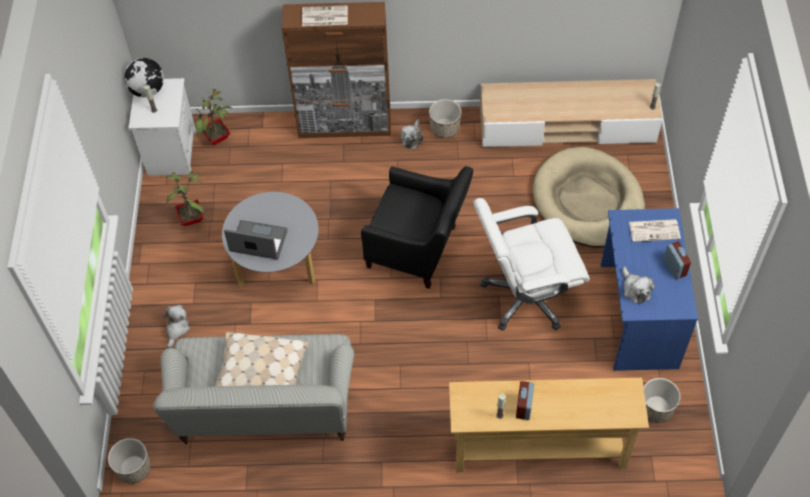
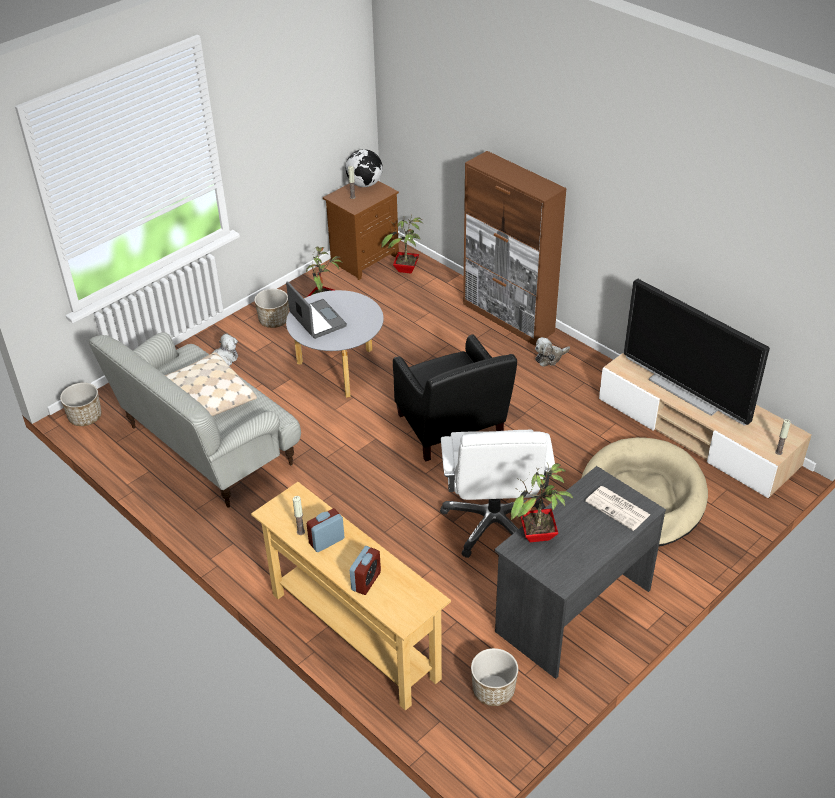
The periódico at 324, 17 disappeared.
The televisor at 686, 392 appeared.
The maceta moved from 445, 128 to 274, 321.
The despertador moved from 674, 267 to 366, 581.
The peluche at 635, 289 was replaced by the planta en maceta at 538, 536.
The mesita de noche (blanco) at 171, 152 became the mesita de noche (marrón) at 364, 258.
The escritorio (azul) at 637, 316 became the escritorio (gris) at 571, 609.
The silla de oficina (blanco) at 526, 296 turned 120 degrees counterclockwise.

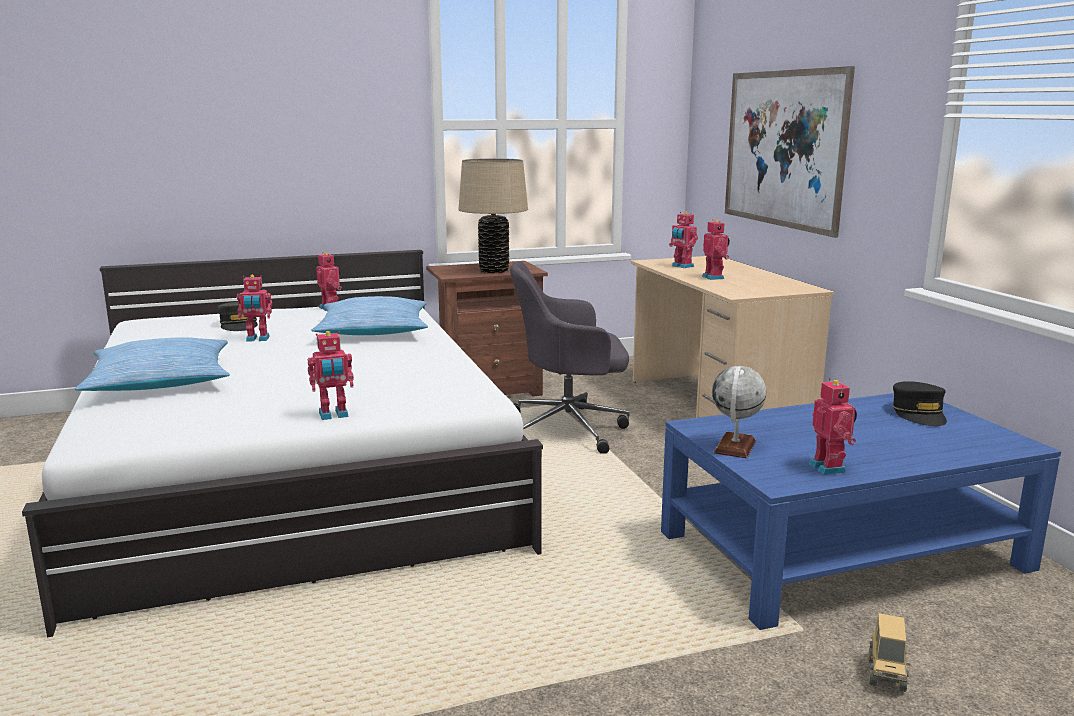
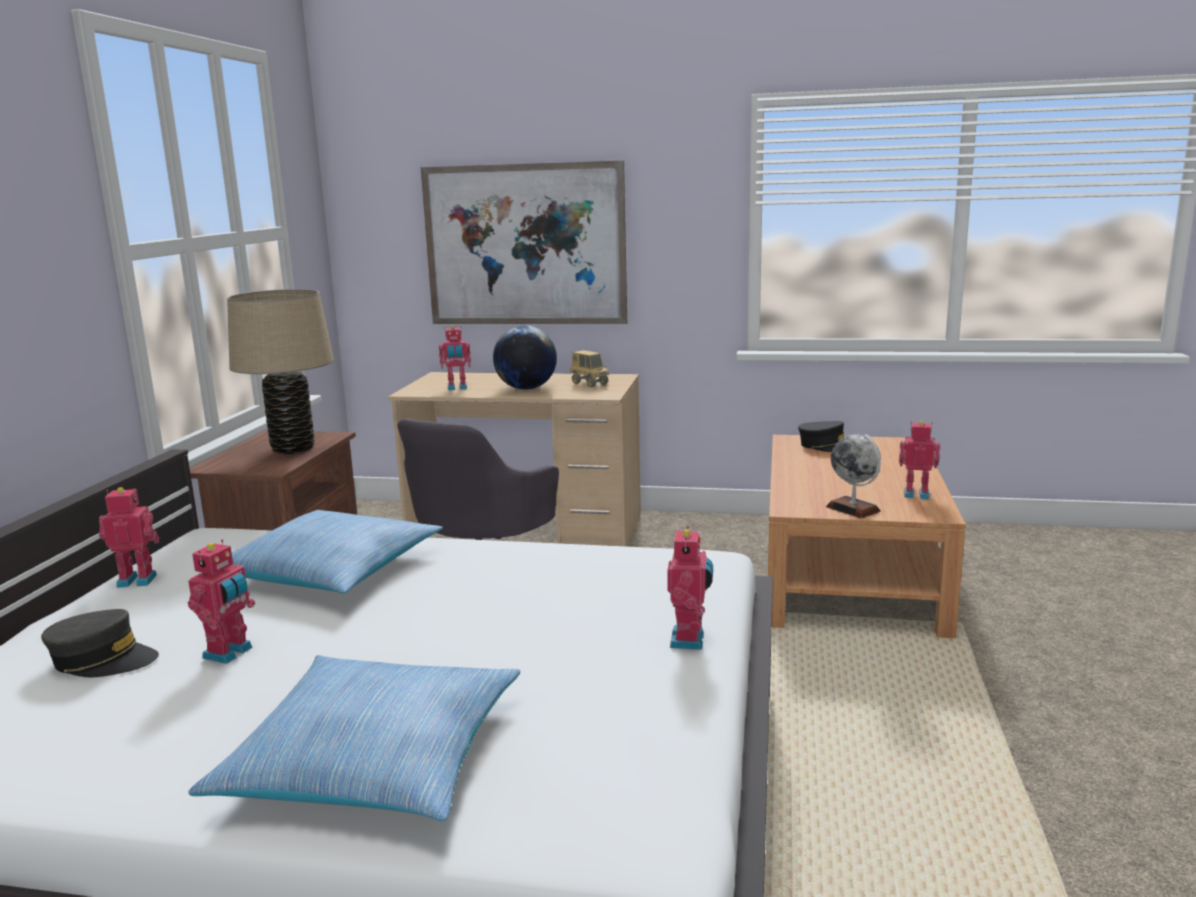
The camión de juguete moved from 886, 674 to 589, 384.
The robot de juguete at 714, 277 was replaced by the globo terráqueo at 526, 388.
The mesa de centro (azul) at 840, 551 became the mesa de centro (marrón) at 850, 572.

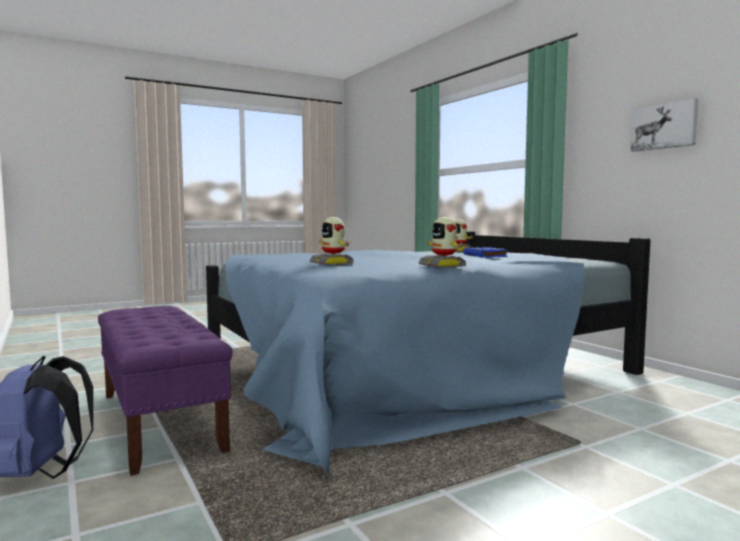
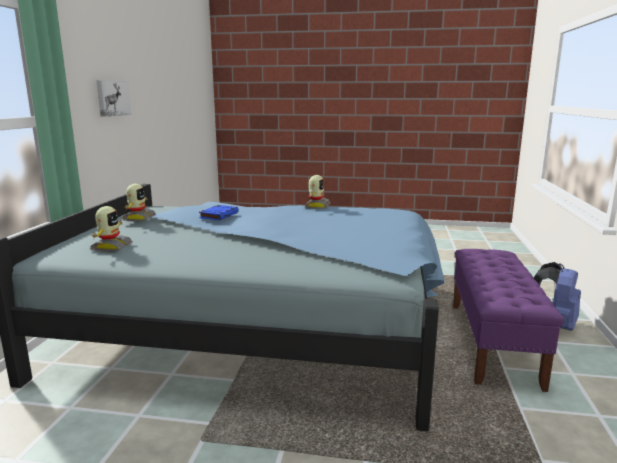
The robot de juguete moved from 332, 264 to 138, 218.

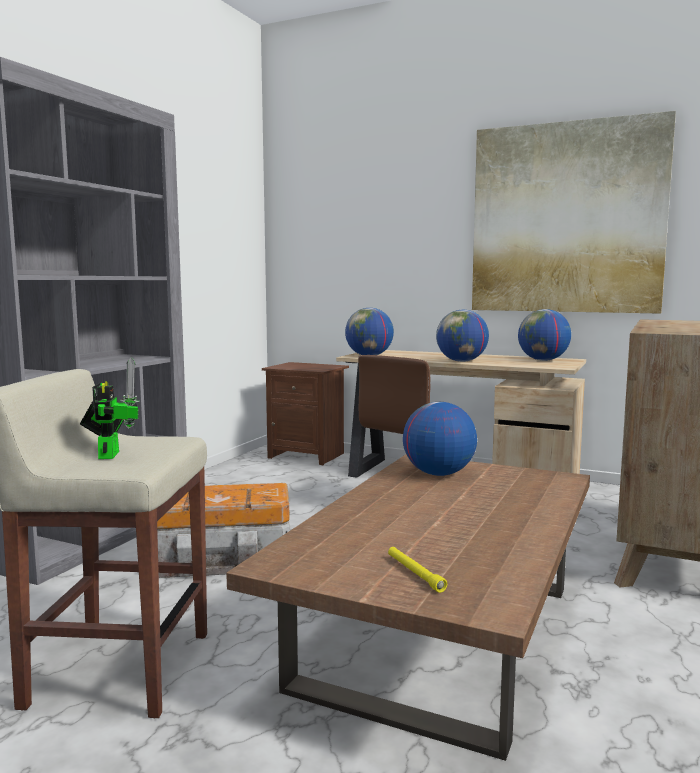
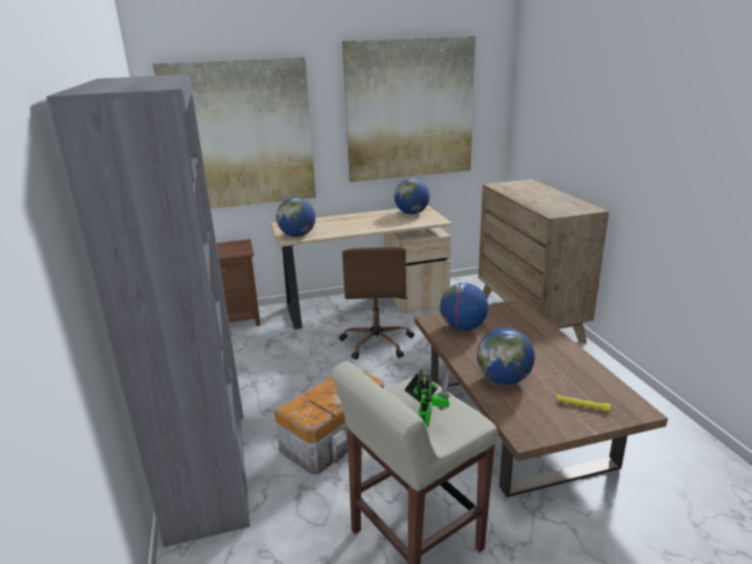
The cuadro at 240, 135 appeared.
The globo terráqueo moved from 461, 361 to 504, 379.
The robot de juguete at 110, 454 turned 60 degrees clockwise.

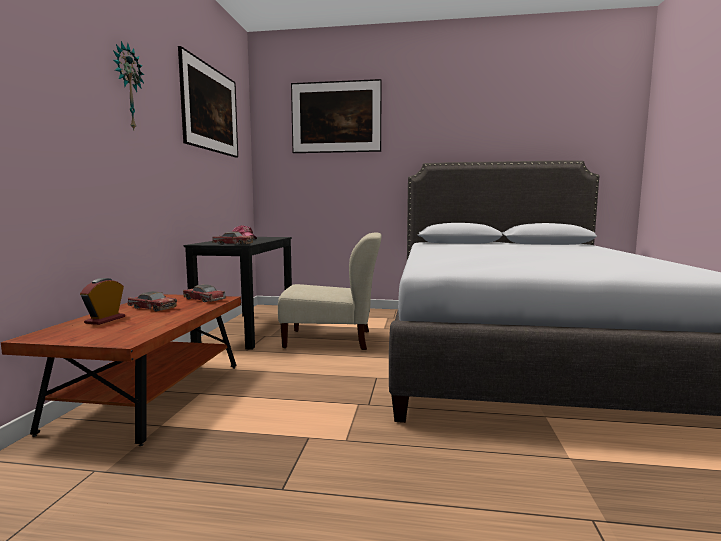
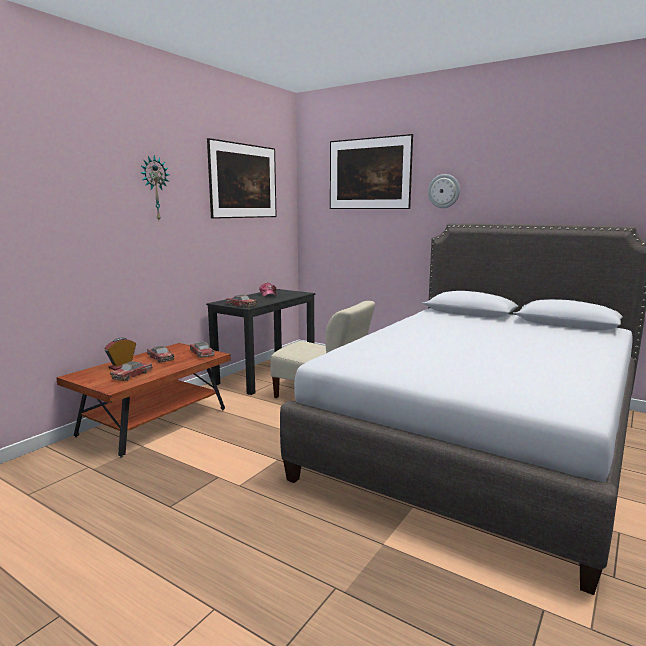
The coche de juguete at 132, 375 appeared.
The reloj de pared at 444, 191 appeared.

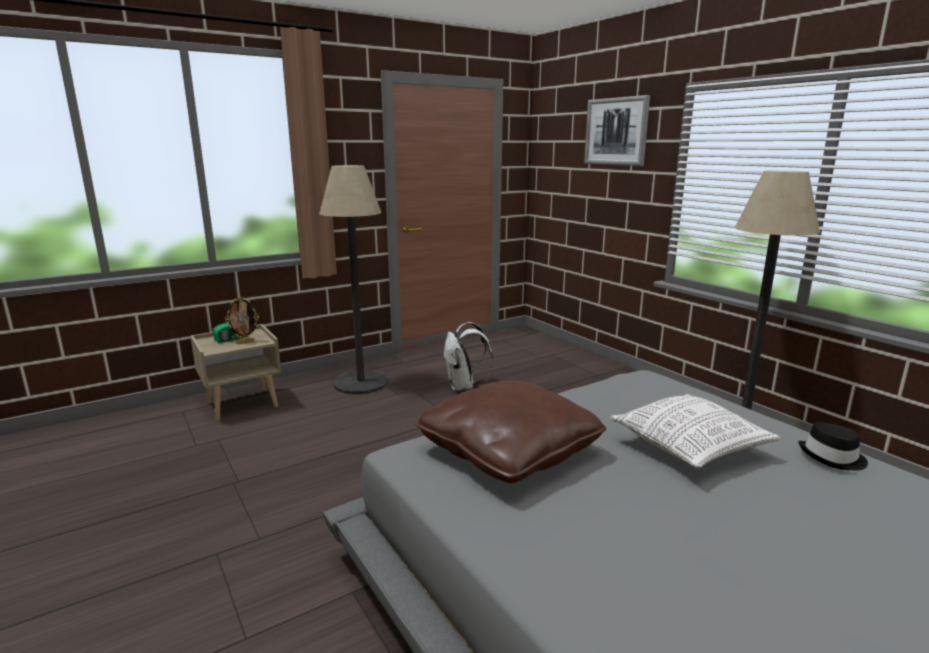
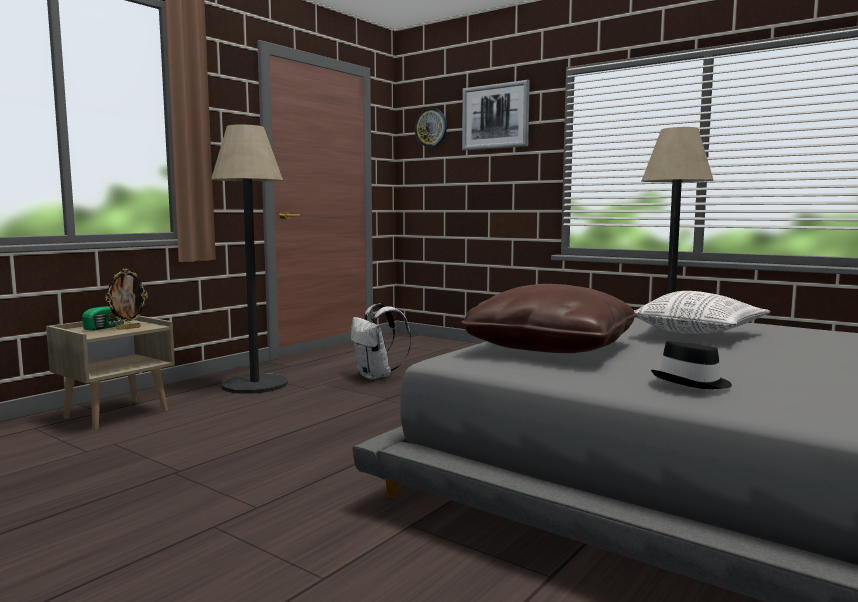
The reloj de pared at 431, 127 appeared.
The sombrero (negro) moved from 833, 457 to 692, 382.

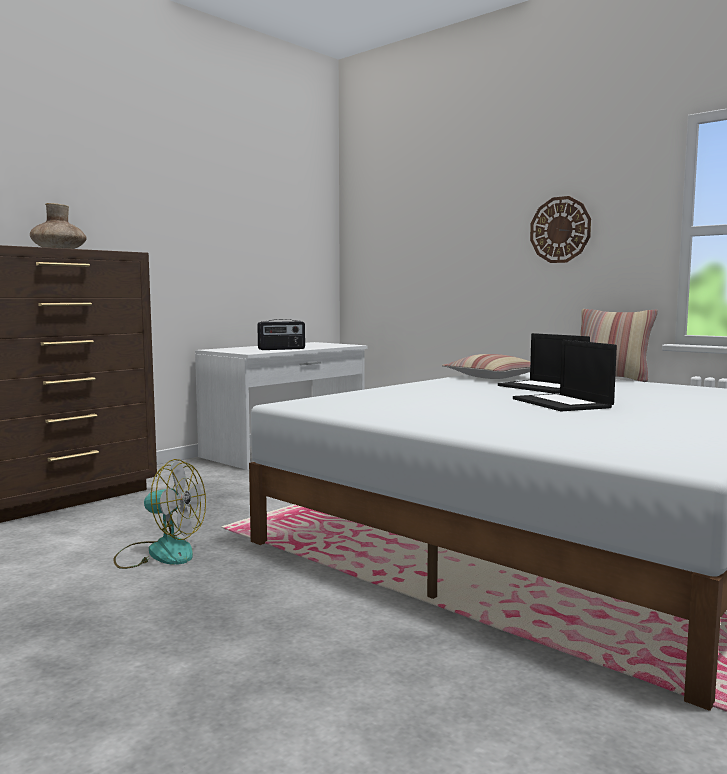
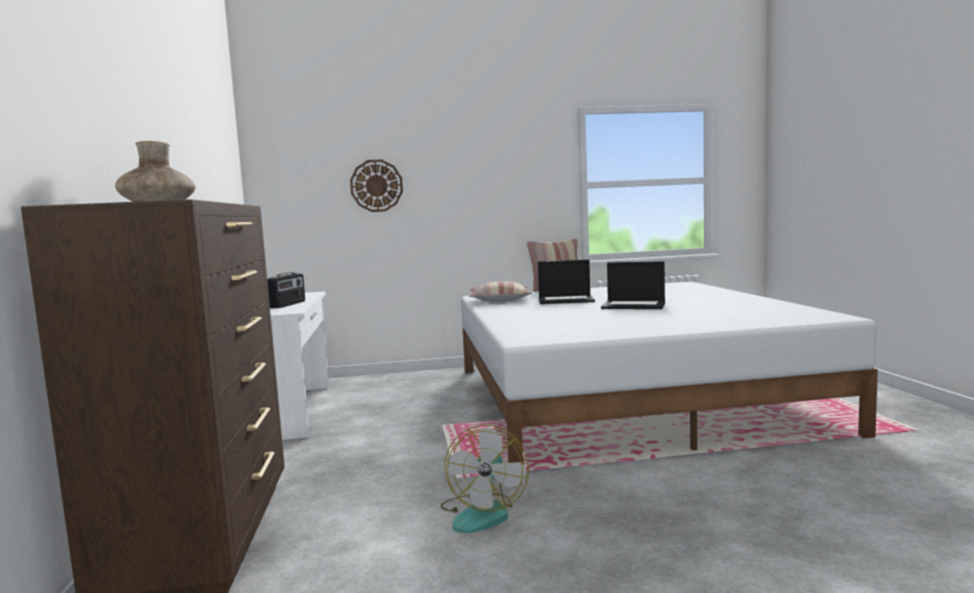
The reloj de pared moved from 560, 230 to 376, 185.
The ventilador at 159, 553 turned 135 degrees clockwise.

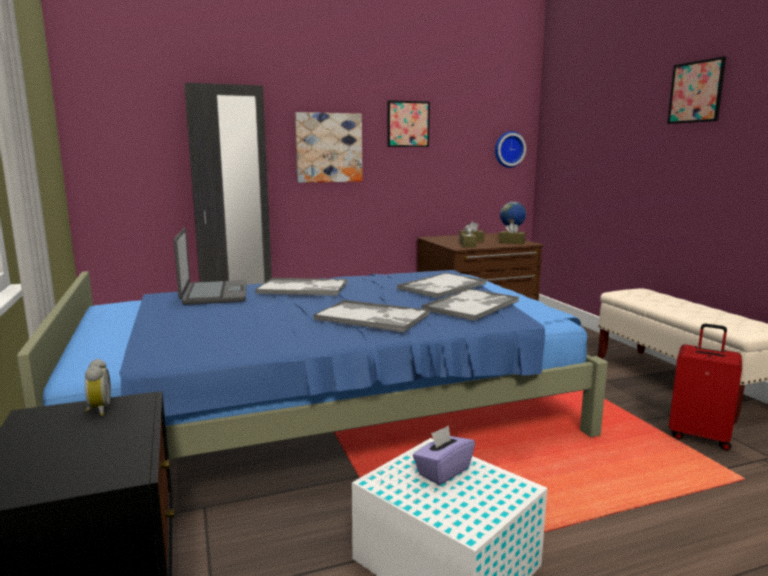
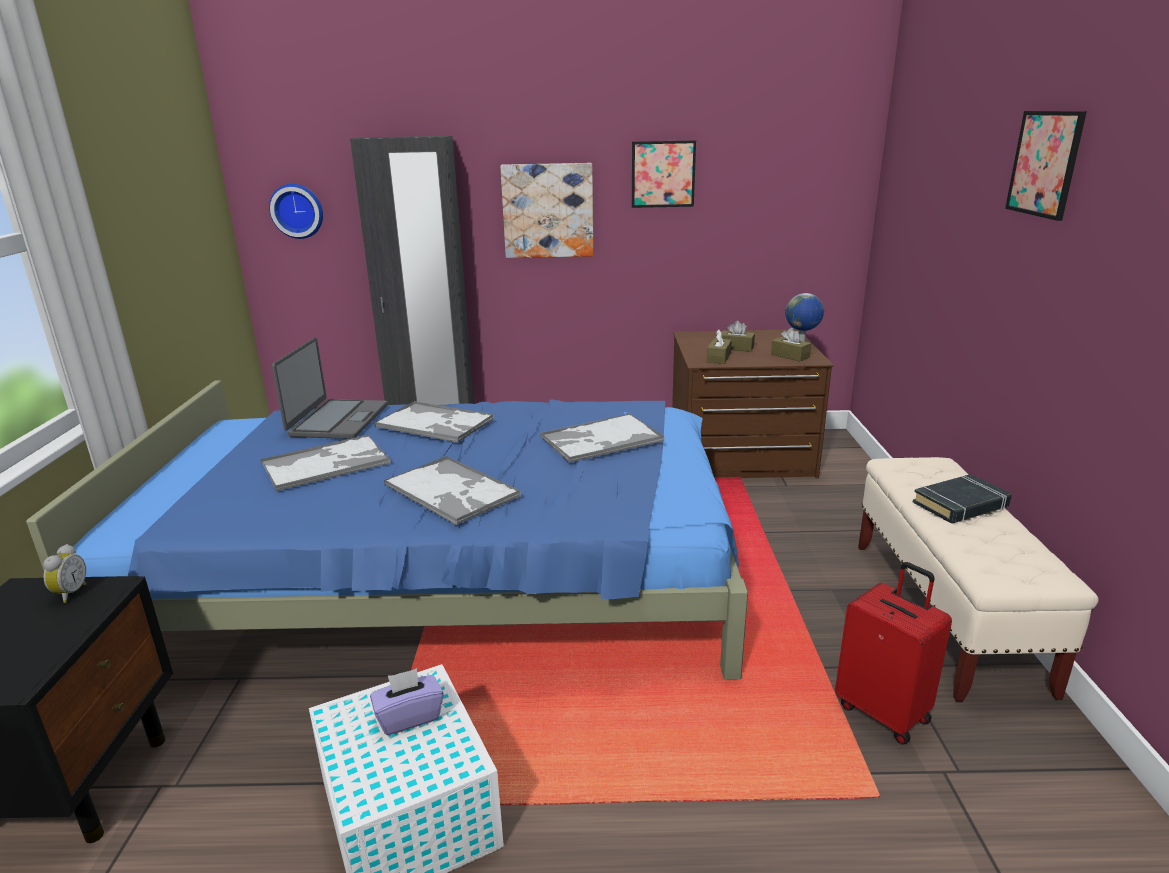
The libro (negro) at 961, 505 appeared.
The bandeja moved from 472, 305 to 327, 463.
The reloj de pared moved from 508, 149 to 298, 211.

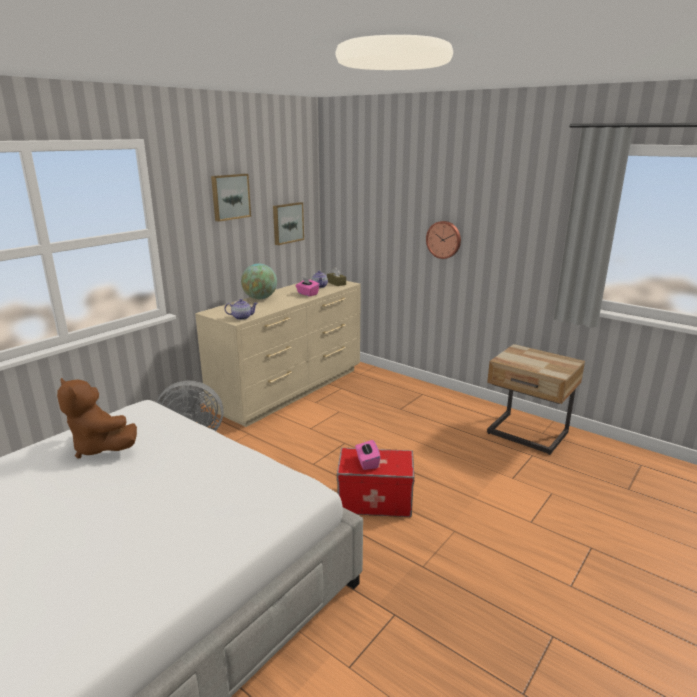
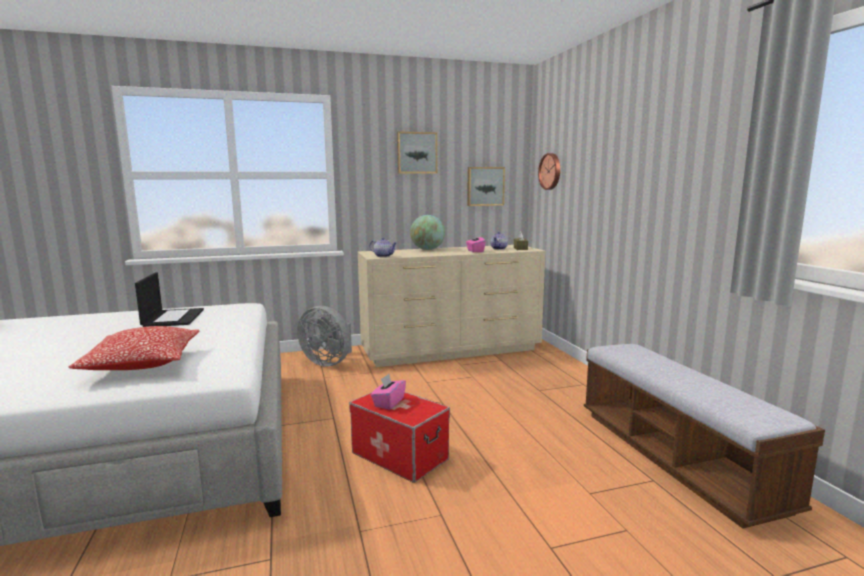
The cojín at 143, 363 appeared.
The reloj de pared moved from 444, 239 to 551, 171.
The peluche (marrón) at 101, 447 was replaced by the portátil at 173, 318.
The mesita de noche (beis) at 527, 434 was replaced by the banco at 674, 457.

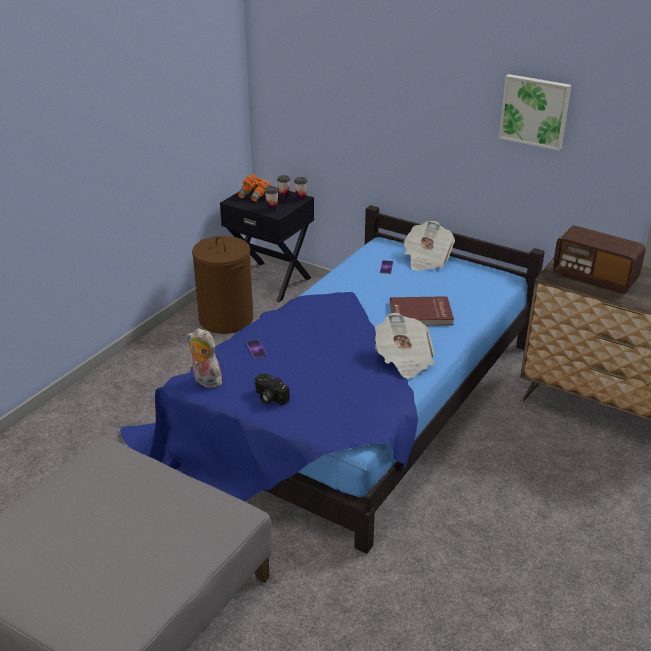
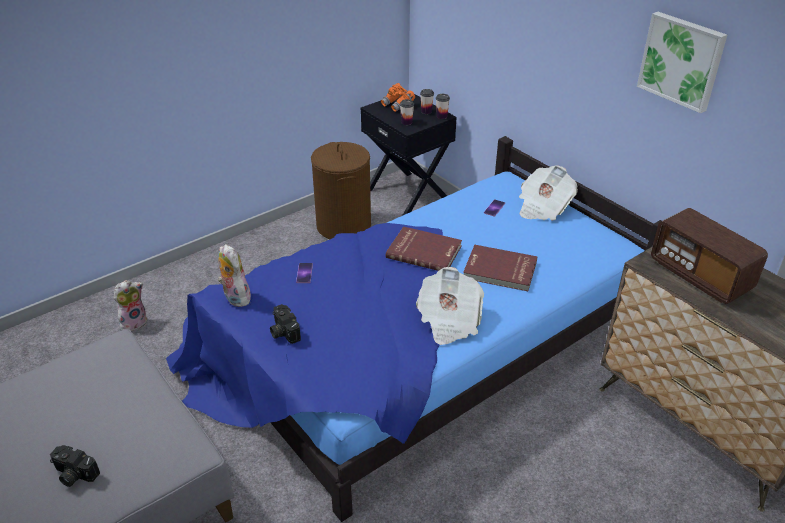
The cámara at 73, 474 appeared.
The peluche at 134, 322 appeared.
The libro (rojo) at 424, 251 appeared.

